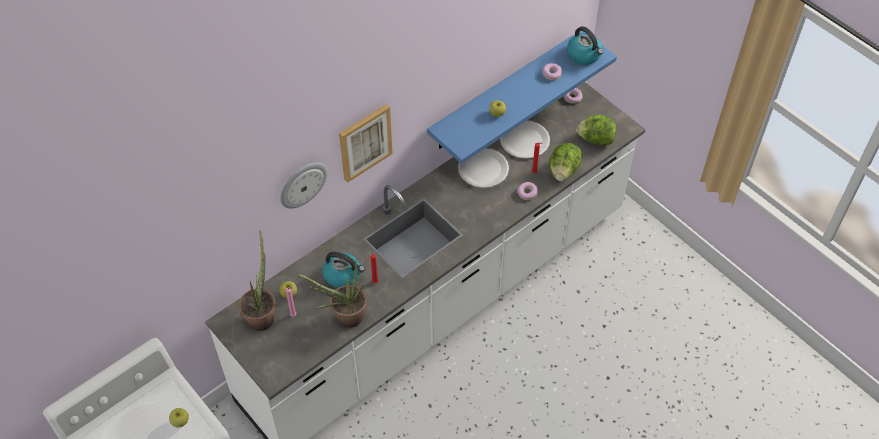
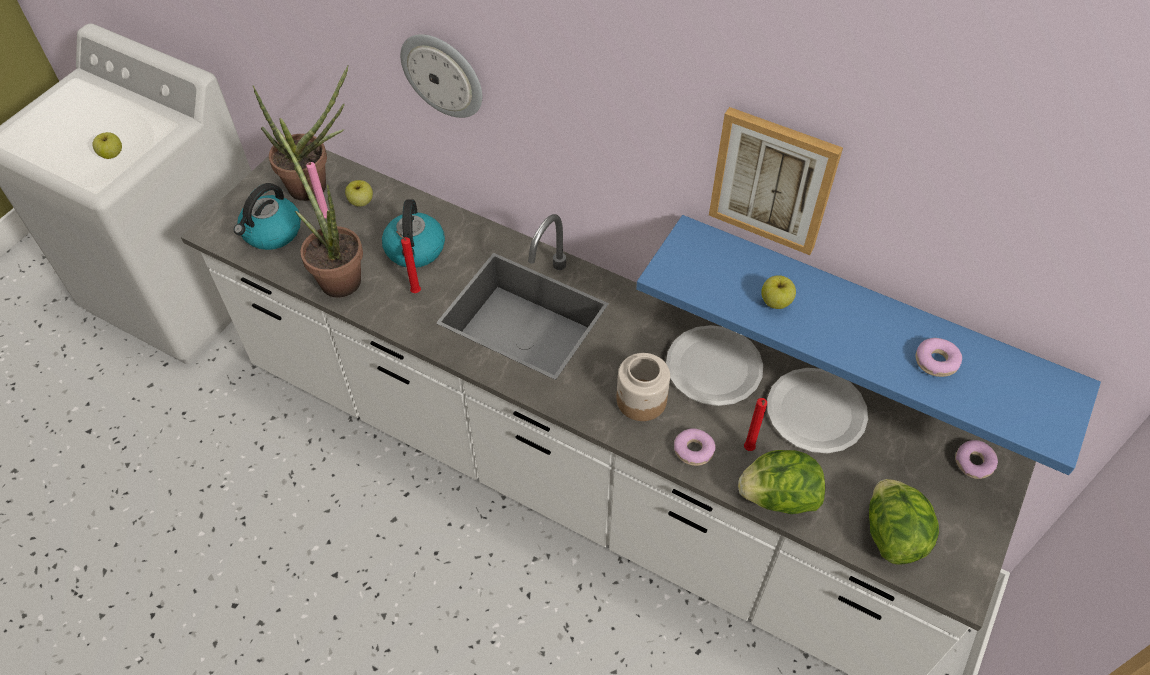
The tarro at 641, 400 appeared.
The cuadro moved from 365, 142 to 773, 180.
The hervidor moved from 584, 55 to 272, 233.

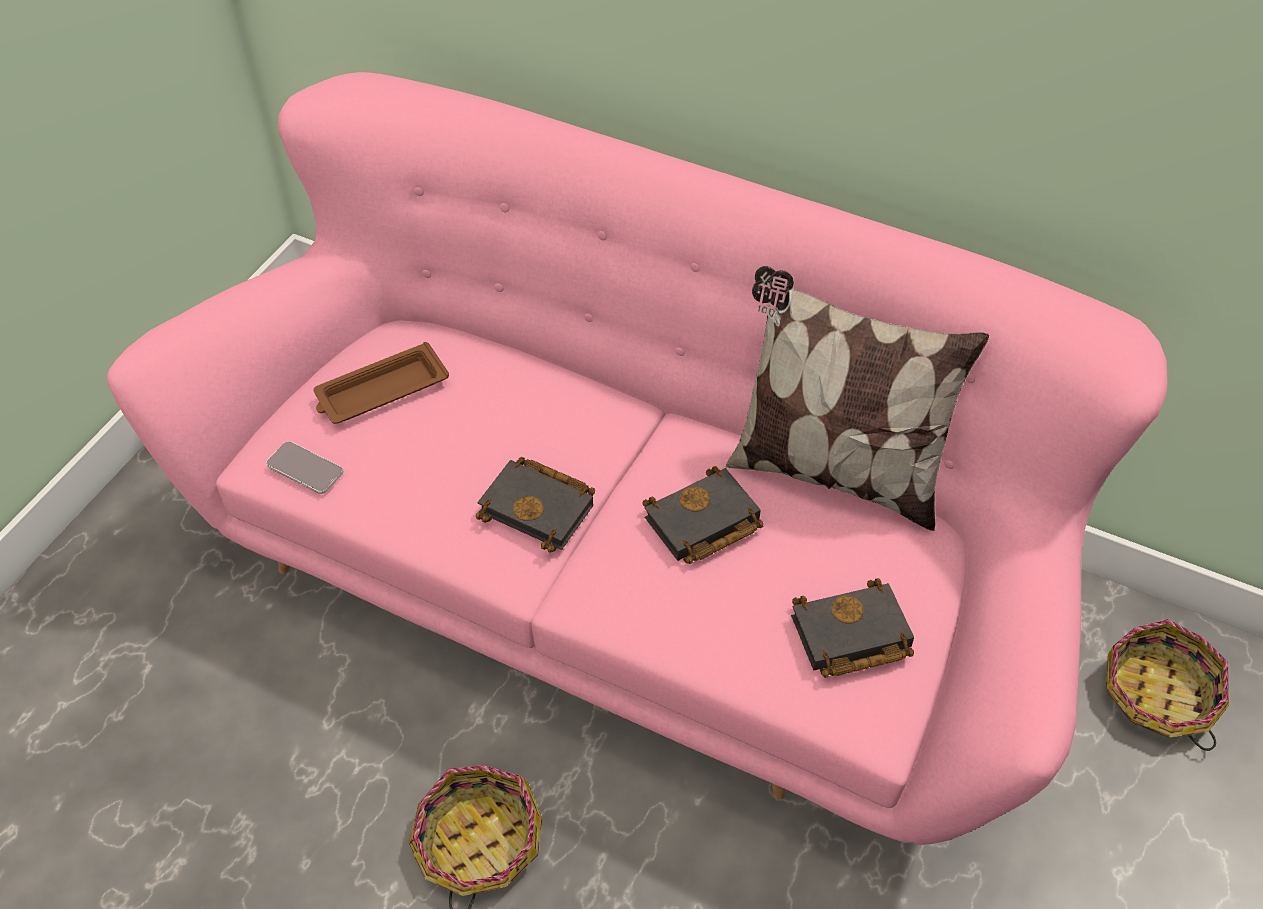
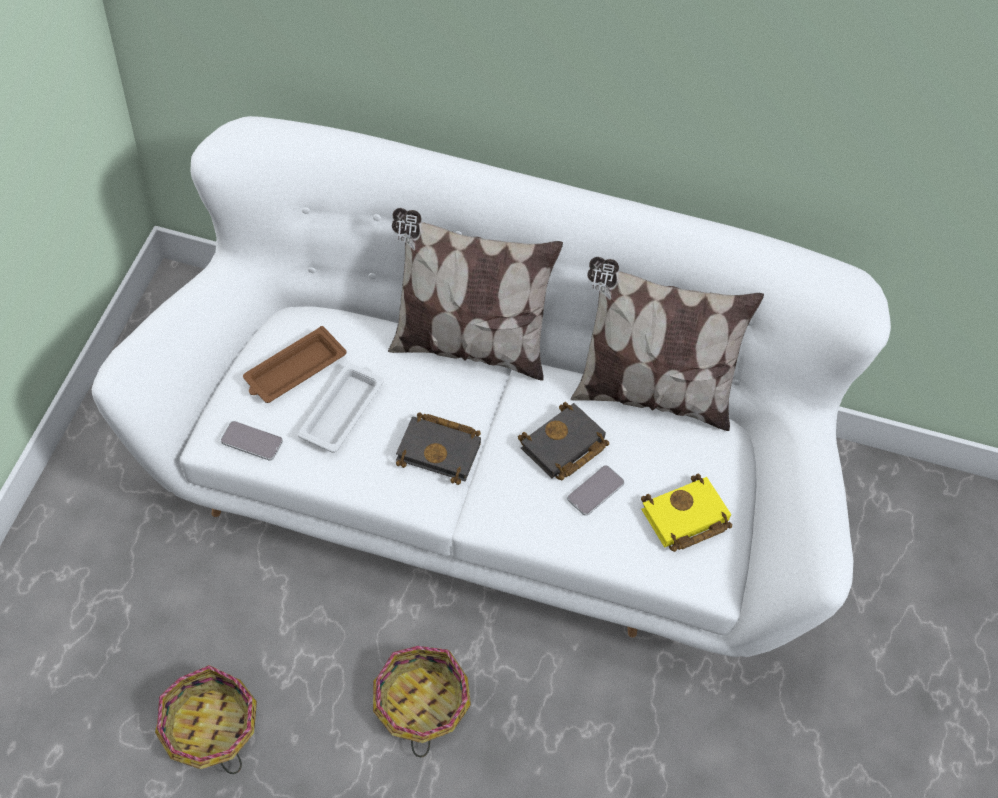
The bandeja (blanco) at 343, 410 appeared.
The cojín at 467, 345 appeared.
The móvil at 595, 491 appeared.
The cesta moved from 1158, 695 to 209, 727.
The sofá (rosa) at 630, 579 became the sofá (blanco) at 490, 485.
The libro (negro) at 849, 637 became the libro (amarillo) at 684, 519.

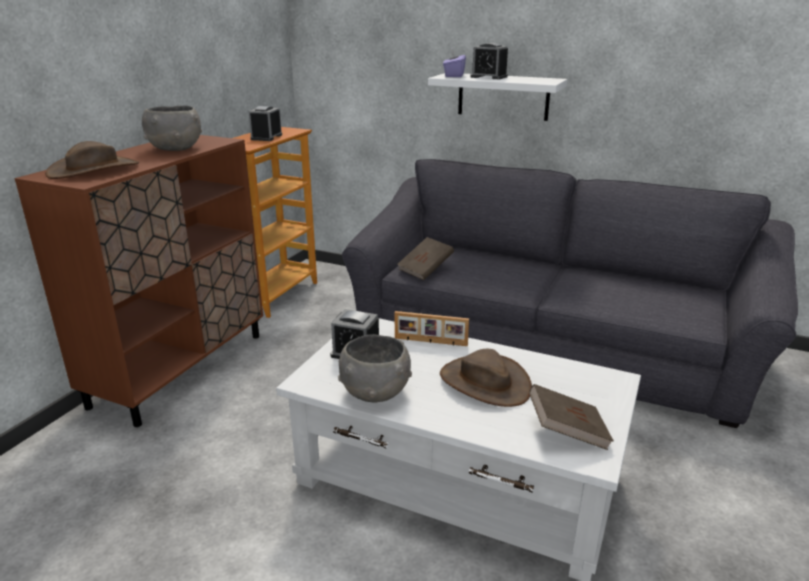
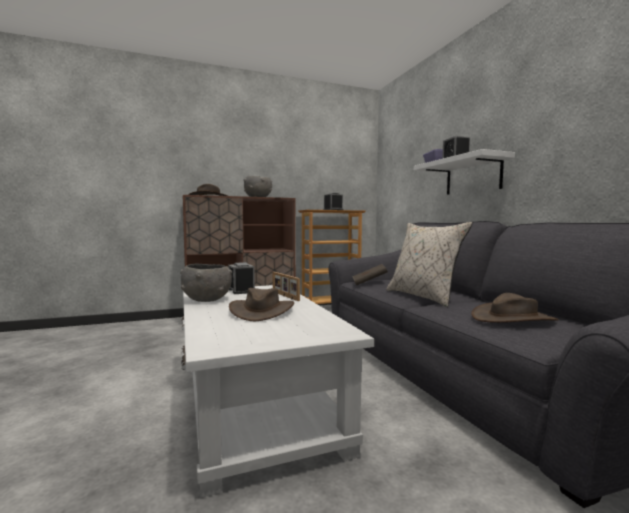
The libro (marrón) at 567, 432 disappeared.
The cojín (beis) at 424, 297 appeared.
The sombrero (marrón) at 512, 318 appeared.

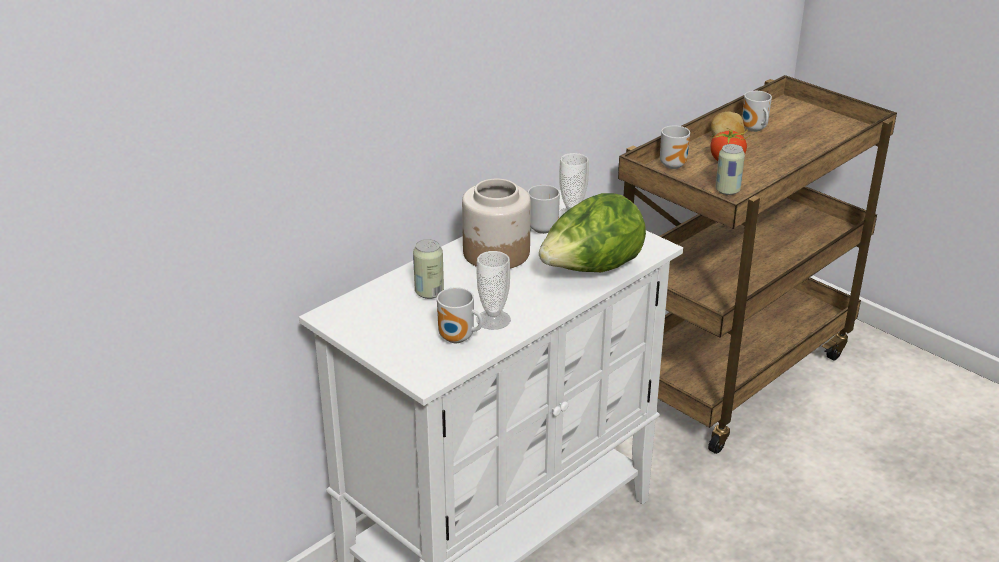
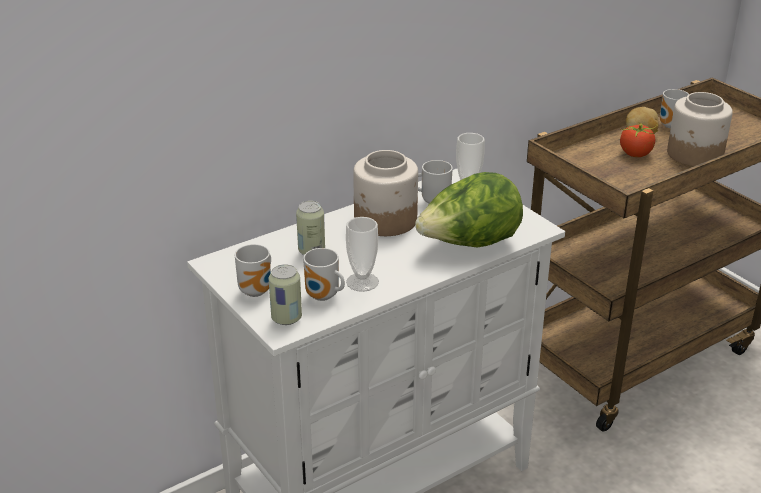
The tarro at 695, 154 appeared.
The taza grande moved from 674, 165 to 258, 291.
The lata moved from 727, 190 to 286, 318.

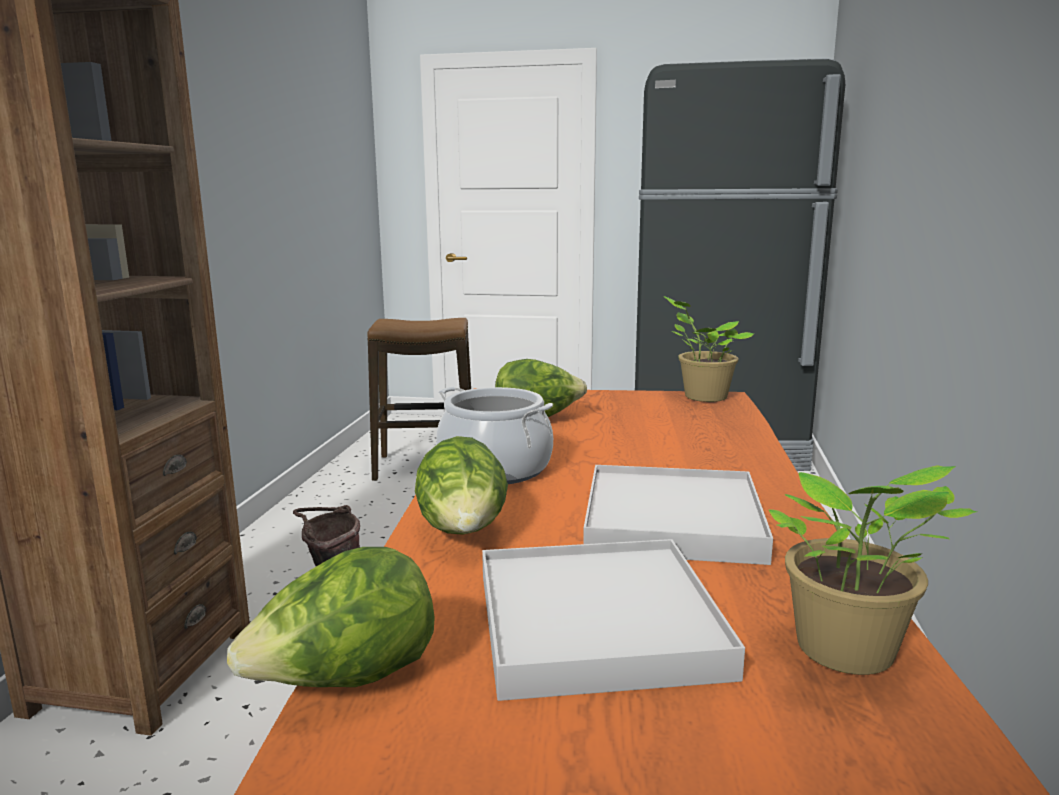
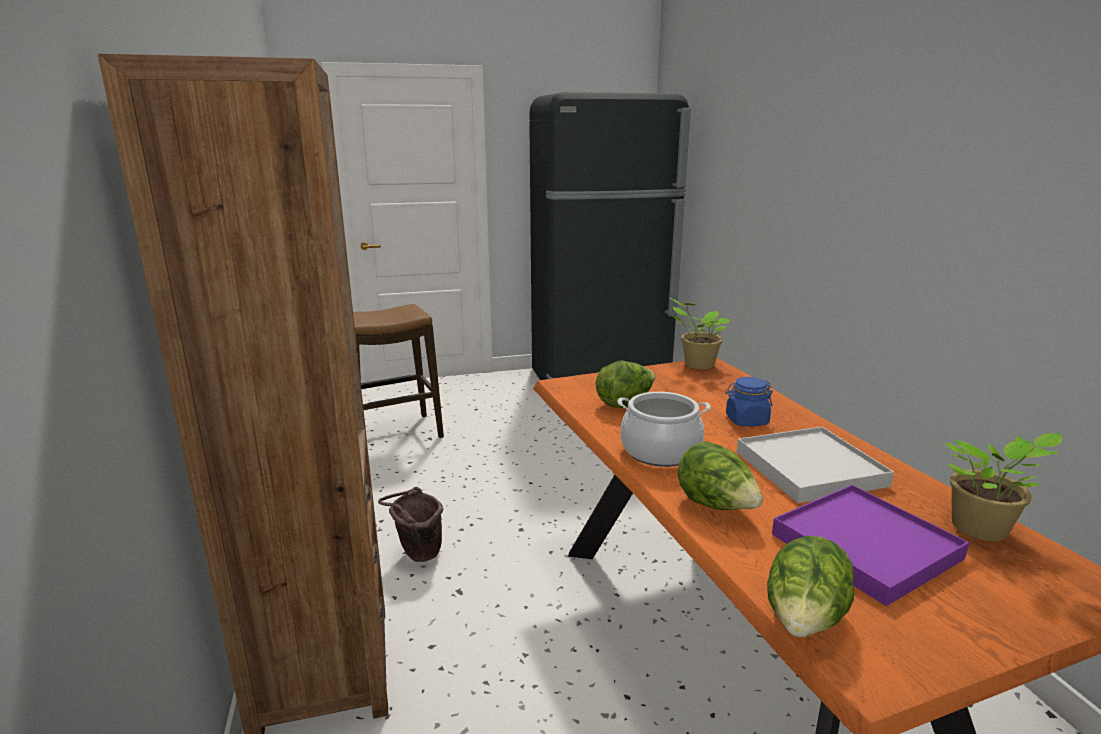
The tarro (azul) at 746, 420 appeared.
The bandeja (blanco) at 598, 624 became the bandeja (morado) at 866, 546.

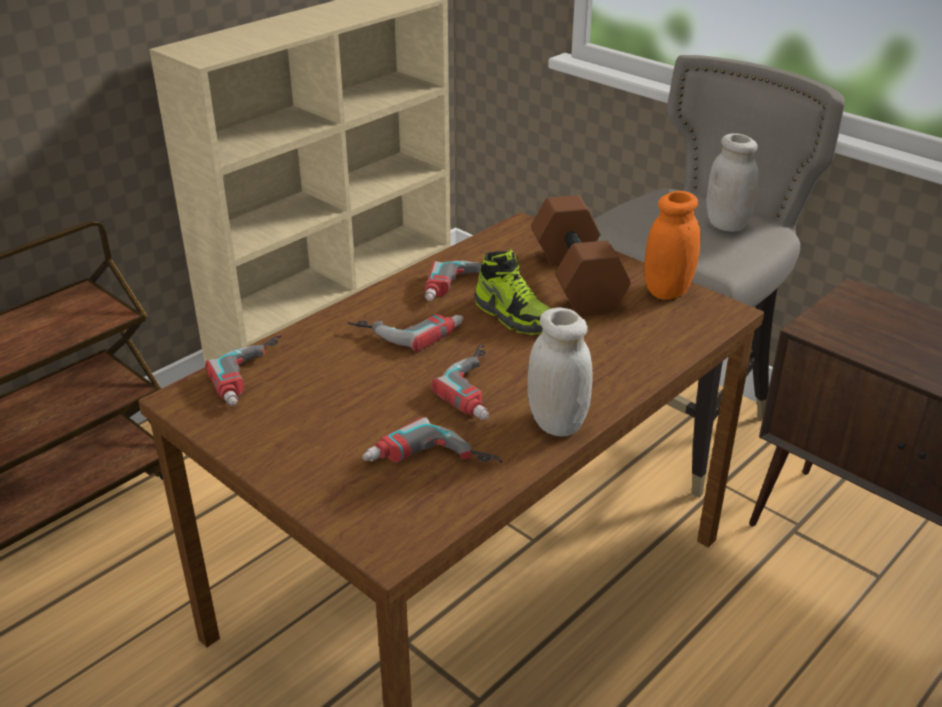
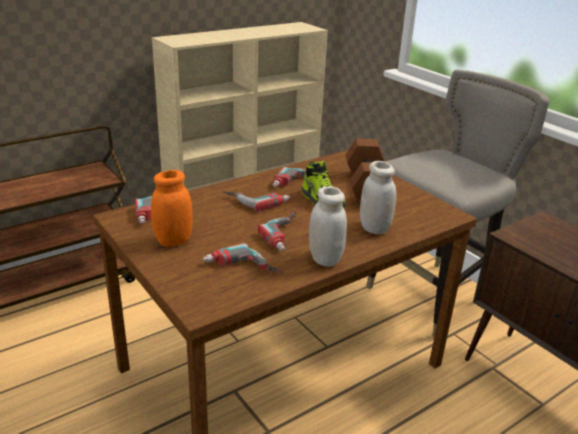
The tarro (naranja) moved from 667, 291 to 173, 240.
The tarro (blanco) moved from 726, 224 to 374, 228.

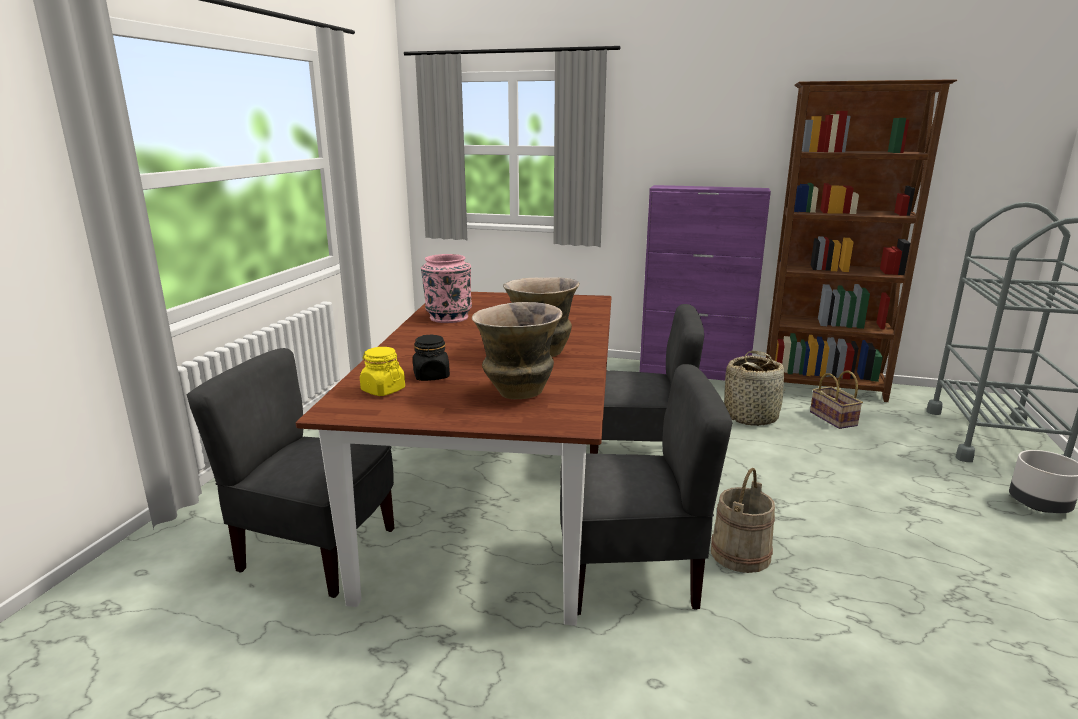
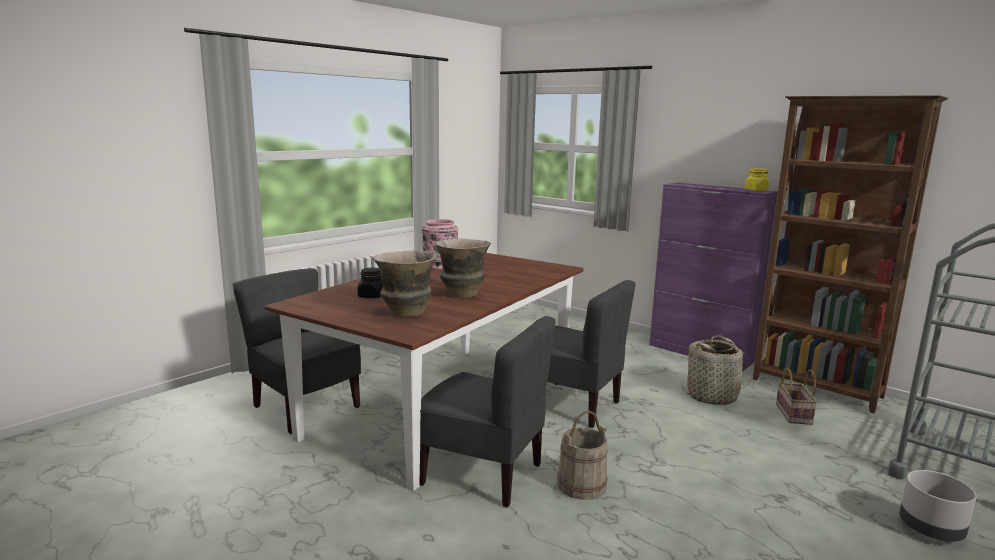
The tarro (amarillo) moved from 383, 390 to 755, 190.

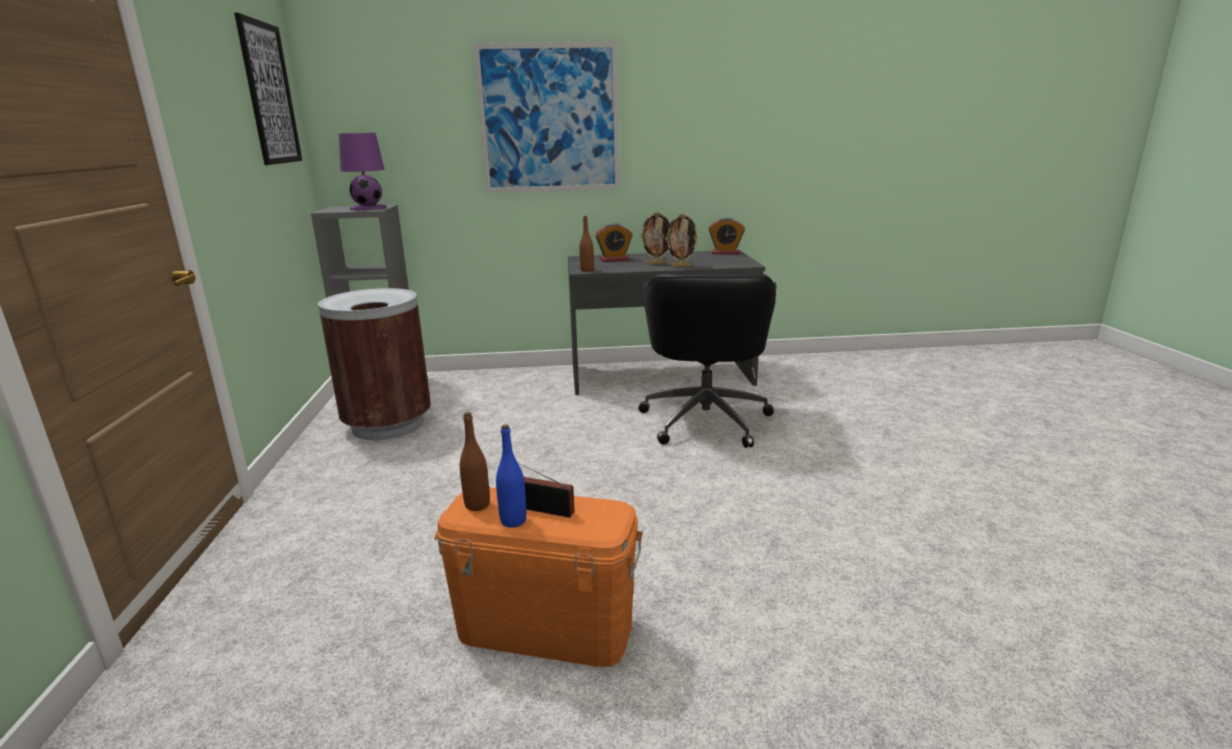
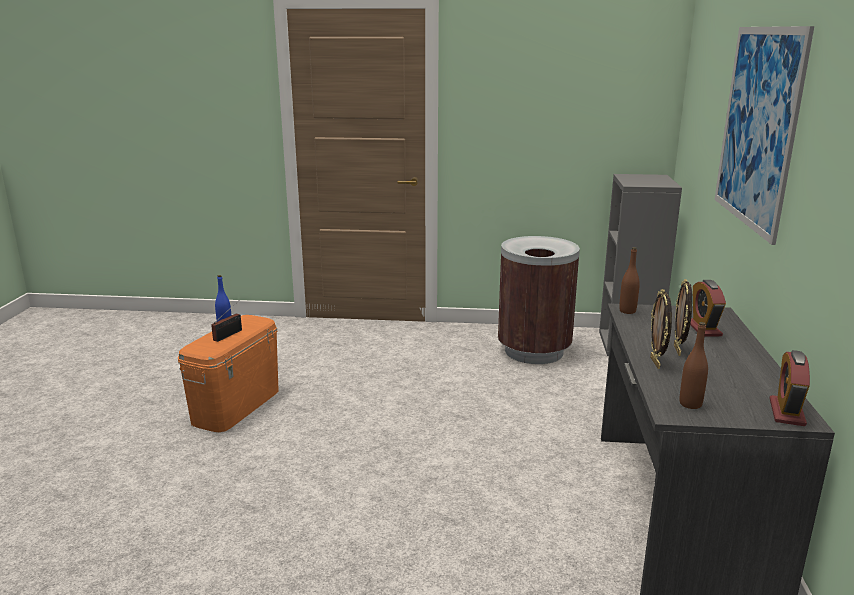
The cuadro at 269, 94 disappeared.
The lámpara de mesa (morado) at 368, 208 disappeared.
The silla de oficina (negro) at 705, 419 disappeared.
The botella (marrón) moved from 477, 505 to 690, 404.

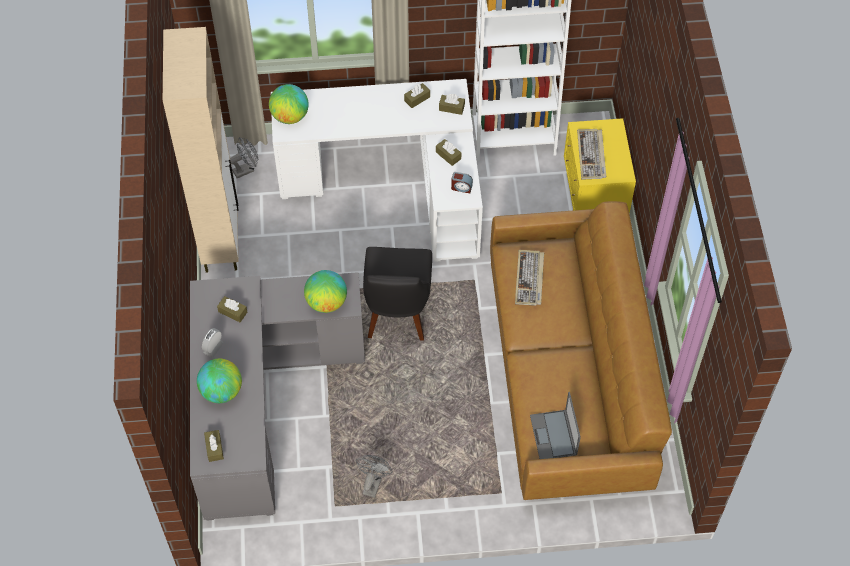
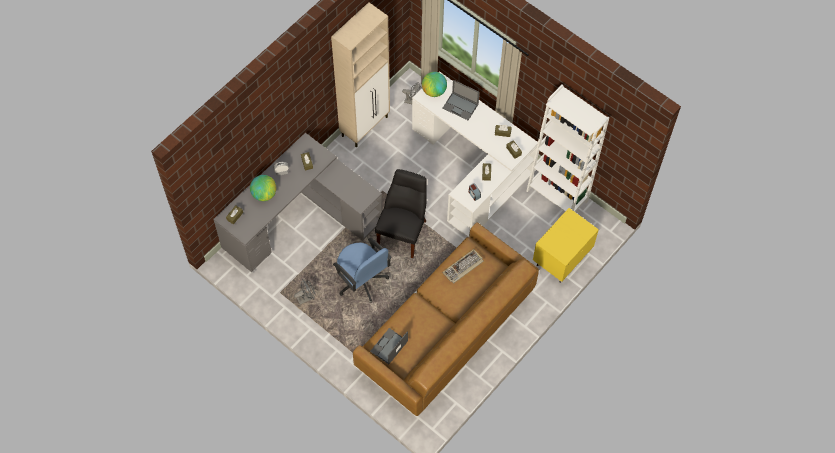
The globo terráqueo at 326, 302 disappeared.
The teclado at 591, 156 disappeared.
The silla de oficina (azul) at 362, 280 appeared.
The portátil at 460, 106 appeared.
The silla (negro) at 397, 313 turned 150 degrees clockwise.

